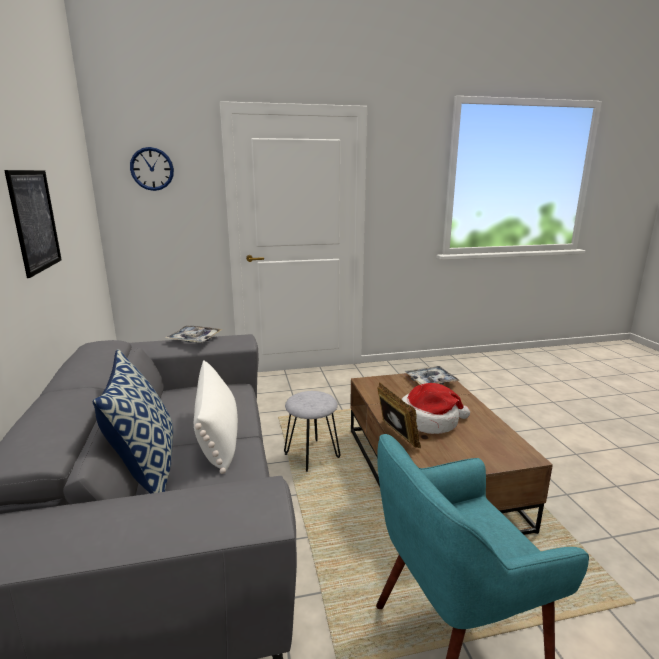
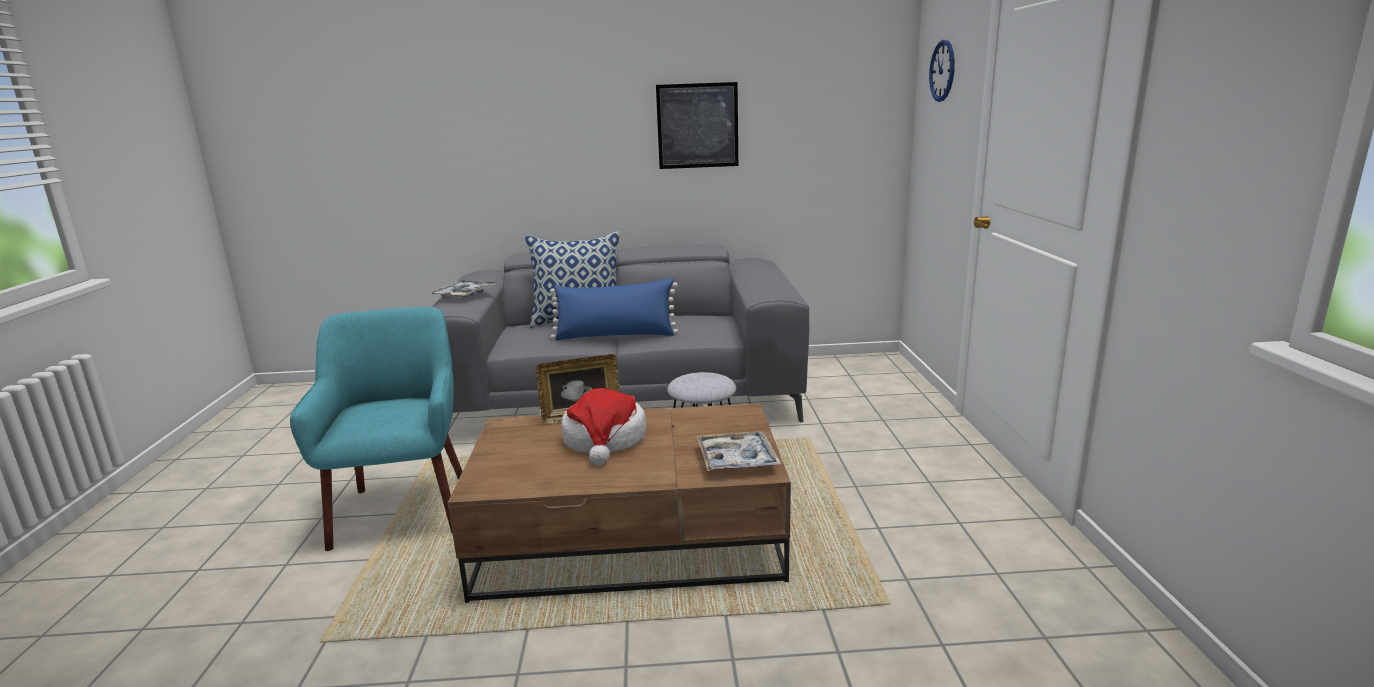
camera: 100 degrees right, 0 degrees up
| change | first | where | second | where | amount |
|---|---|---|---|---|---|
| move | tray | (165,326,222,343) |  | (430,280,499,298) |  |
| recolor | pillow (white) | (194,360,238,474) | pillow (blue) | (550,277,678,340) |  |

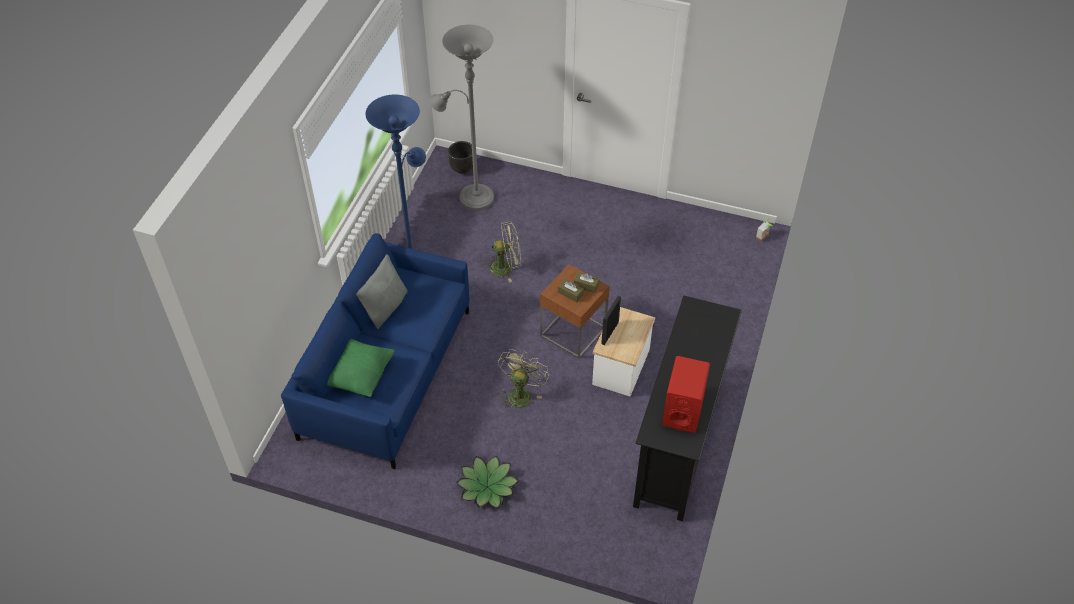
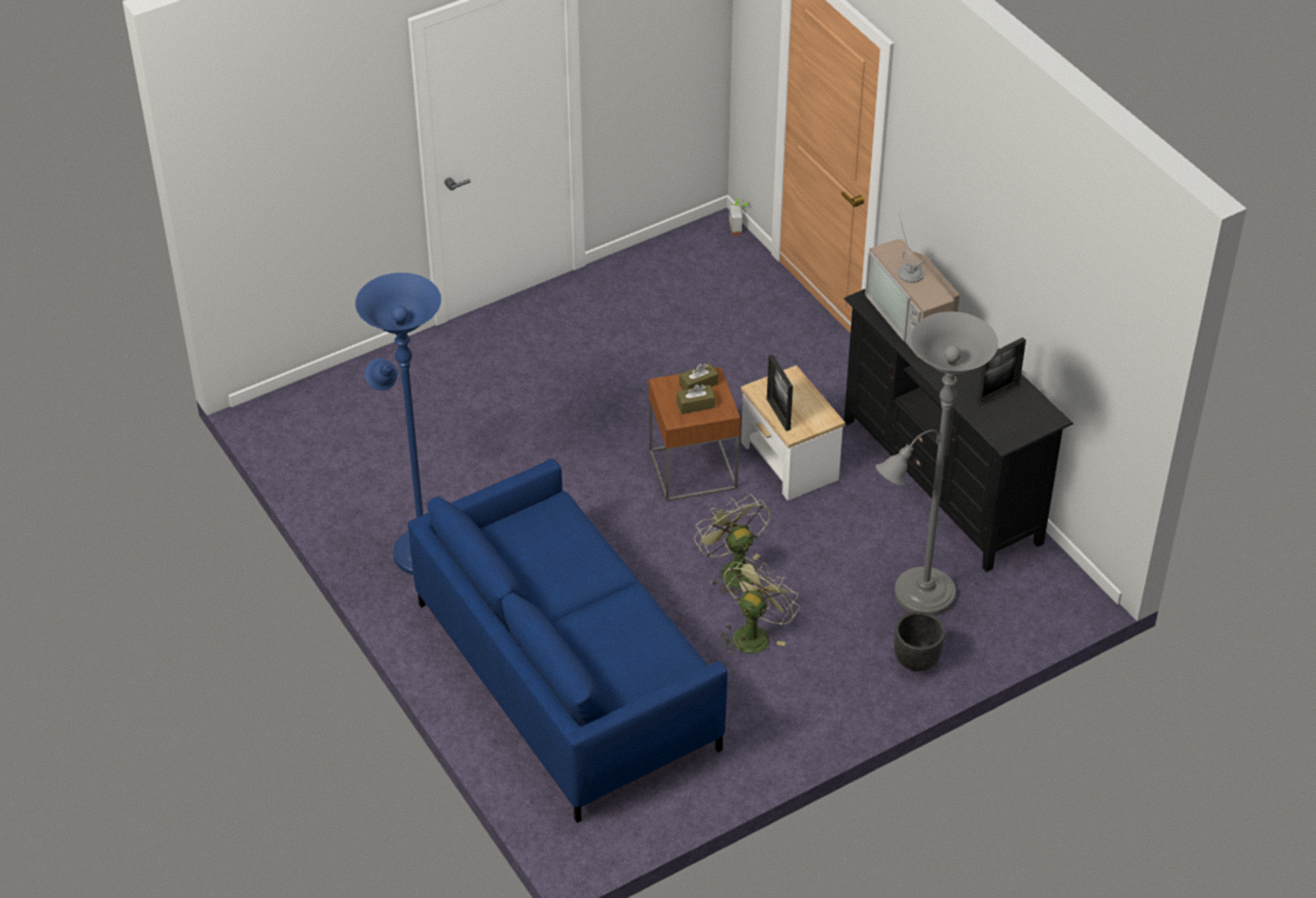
camera: 50 degrees left, 5 degrees down
| change | first | where | second | where | amount |
|---|---|---|---|---|---|
| move | fan (green) | (484,222,521,282) |  | (720,557,800,655) |  |
| insert |  |  | television | (865,213,960,358) |  |
| move | floor lamp (grey) | (430,25,494,211) |  | (876,312,998,616) |  |
| move | planter (black) | (448,141,473,174) |  | (894,612,945,671) |  |
| replace | speaker (red) | (662,356,710,433) | picture frame | (977,337,1026,406) |  |
| delete | pillow (green) | (327,339,395,397) |  |  |  |
| delete | pillow (grey) | (356,254,408,329) |  |  |  |
| delete | potted plant | (456,455,519,508) |  |  |  |

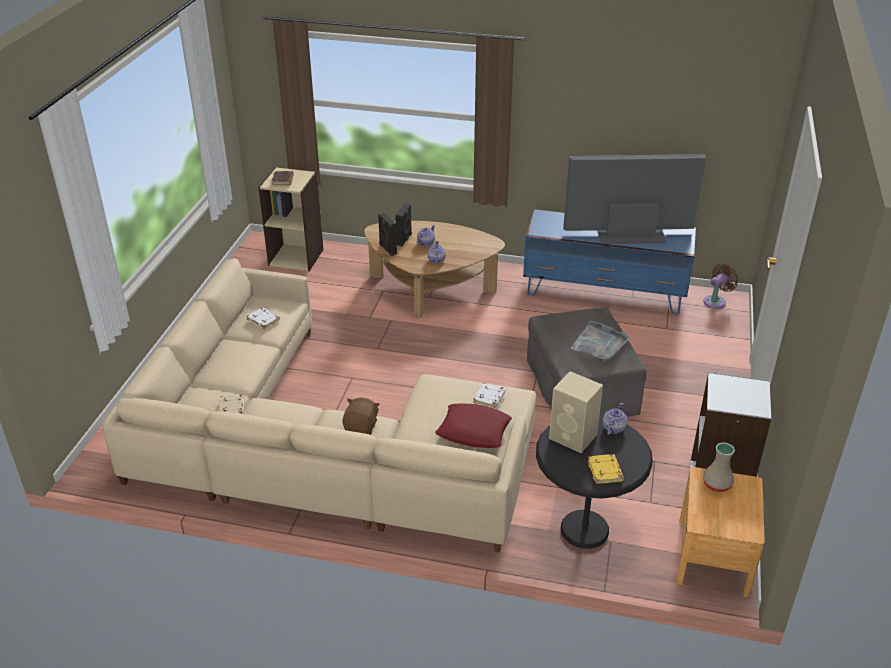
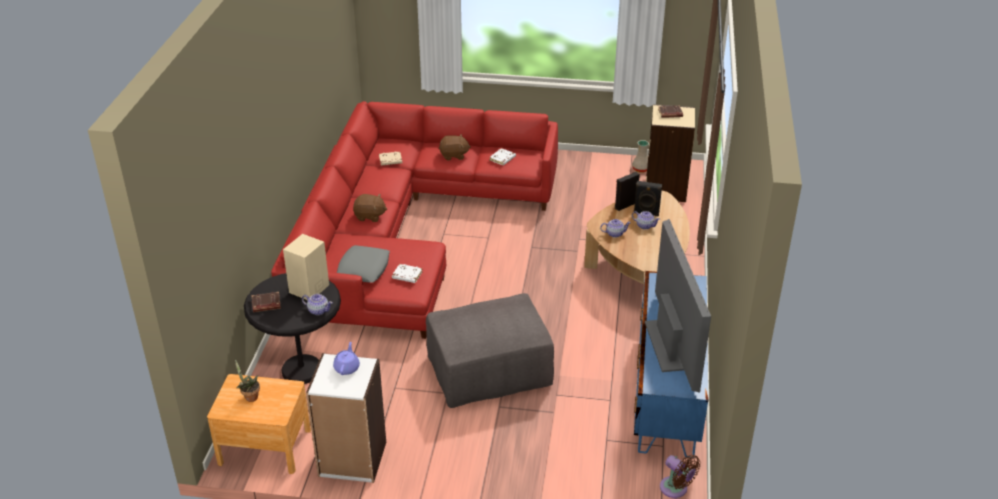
camera: 85 degrees right, 0 degrees up
| change | first | where | second | where | amount |
|---|---|---|---|---|---|
| insert |  |  | potted plant | (235,360,260,402) |  |
| recolor | book (yellow) | (587,454,624,484) | book (brown) | (252,292,281,312) |  |
| recolor | sofa (beige) | (103,258,536,553) | sofa (red) | (271,101,558,339) |  |
| insert |  |  | teapot (purple) | (333,342,360,375) |  |
| recolor | pillow (red) | (435,403,512,448) | pillow (grey) | (337,245,390,283) |  |
| insert |  |  | plush toy (brown) | (439,134,471,160) |  |
| move | vase (beige) | (703,442,735,492) |  | (632,140,649,173) |  |
| delete | tray (grey) | (571,320,629,362) |  |  |  |

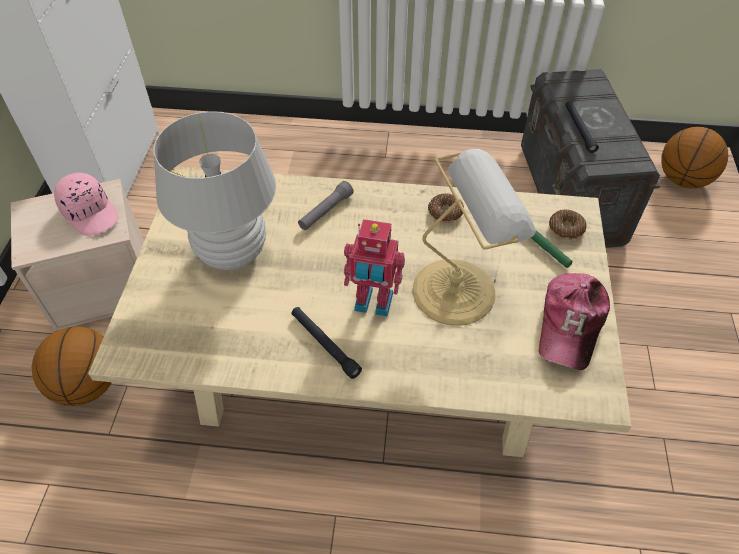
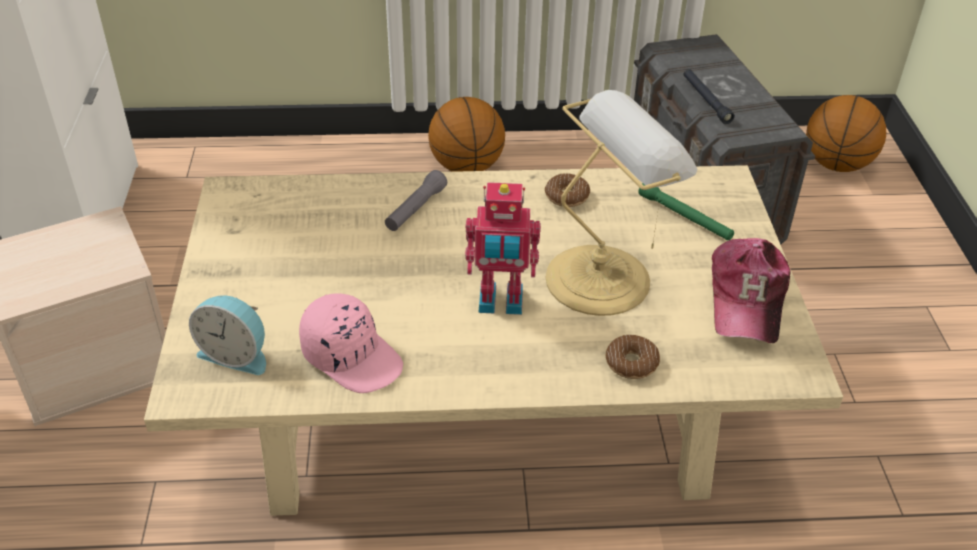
camera: 10 degrees left, 10 degrees down
| change | first | where | second | where | amount |
|---|---|---|---|---|---|
| insert |  |  | alarm clock | (189,295,266,375) |  |
| move | cap (pink) | (54,173,119,236) |  | (299,293,403,393) |  |
| move | basketball | (32,327,112,406) |  | (428,97,505,172) |  |
| move | donut | (549,209,586,240) |  | (606,334,660,379) |  |
| delete | table lamp (white) | (153,111,276,270) |  |  |  |
| delete | flashlight (black) | (292,307,362,379) |  |  |  |

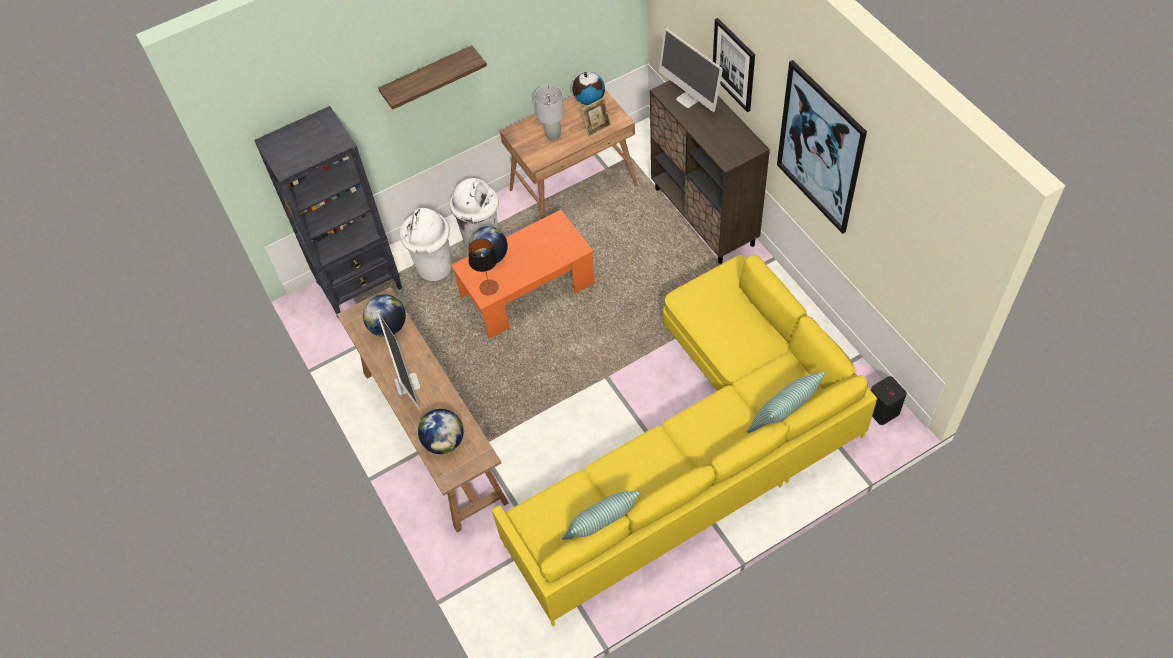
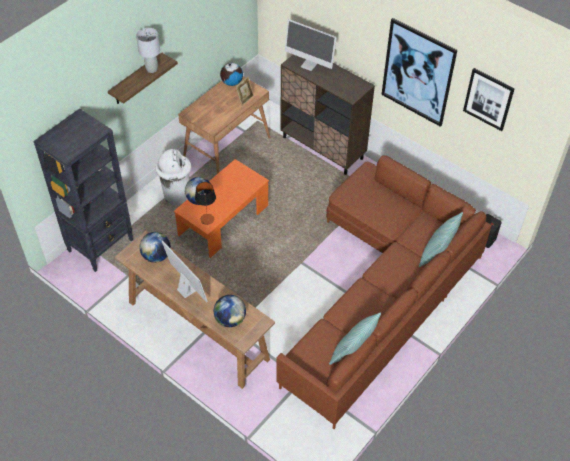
camera: 25 degrees left, 5 degrees down
| change | first | where | second | where | amount |
|---|---|---|---|---|---|
| move | table lamp (grey) | (535,85,564,140) |  | (136,28,160,73) |  |
| recolor | sofa (yellow) | (492,255,877,626) | sofa (brown) | (276,155,492,429) |  |
| move | picture | (713,18,755,112) |  | (463,68,515,131) |  |
| delete | trash can (white) | (400,208,452,281) |  |  |  |

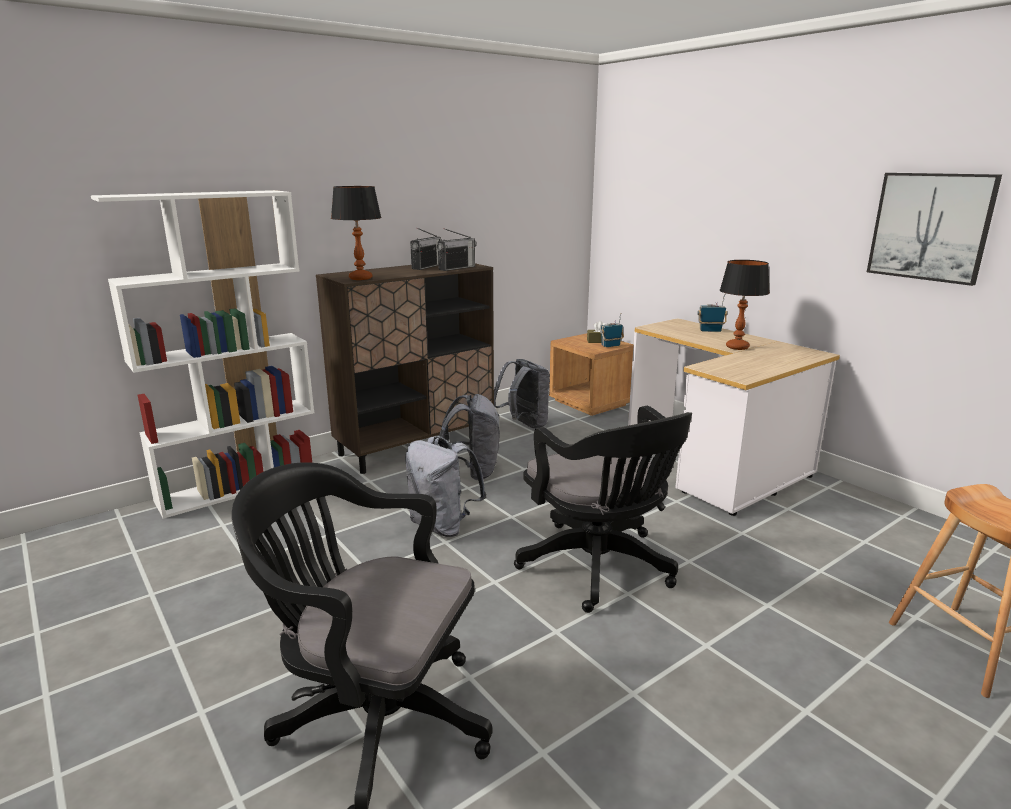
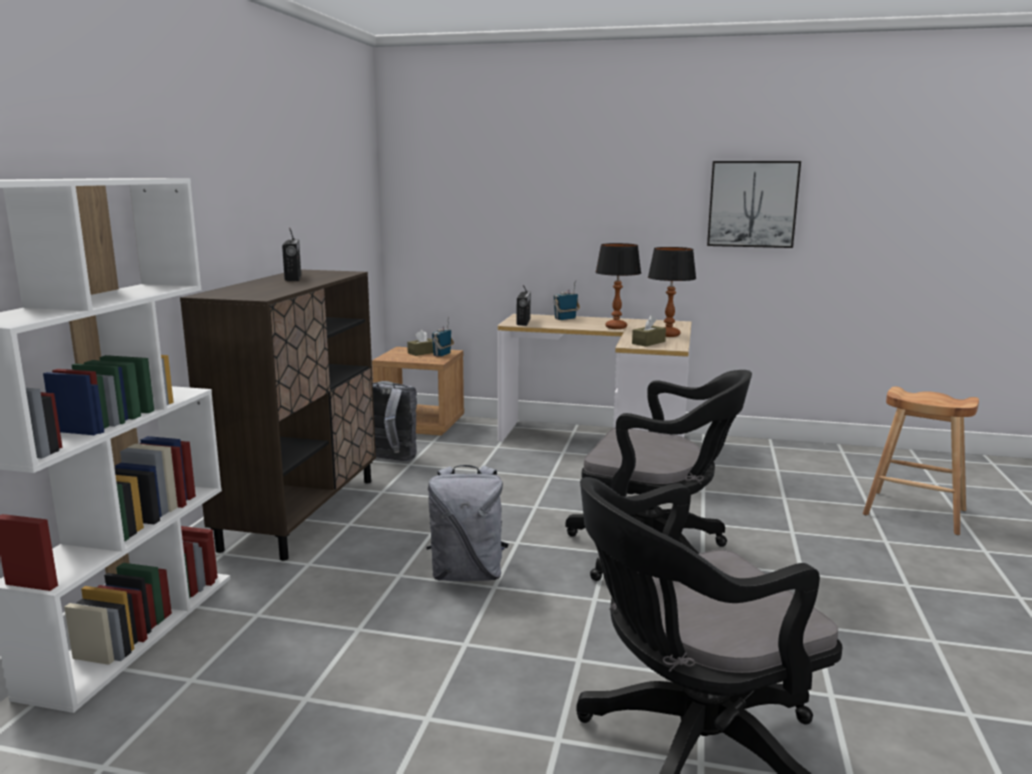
camera: 40 degrees left, 5 degrees down
| change | first | where | second | where | amount |
|---|---|---|---|---|---|
| move | radio | (437,229,477,271) |  | (517,285,531,326) |  |
| insert |  |  | tissue box (brown) | (632,315,666,346) |  |
| move | table lamp | (331,186,381,280) |  | (648,247,696,337) |  |
| delete | backpack (grey) | (439,394,500,480) |  |  |  |

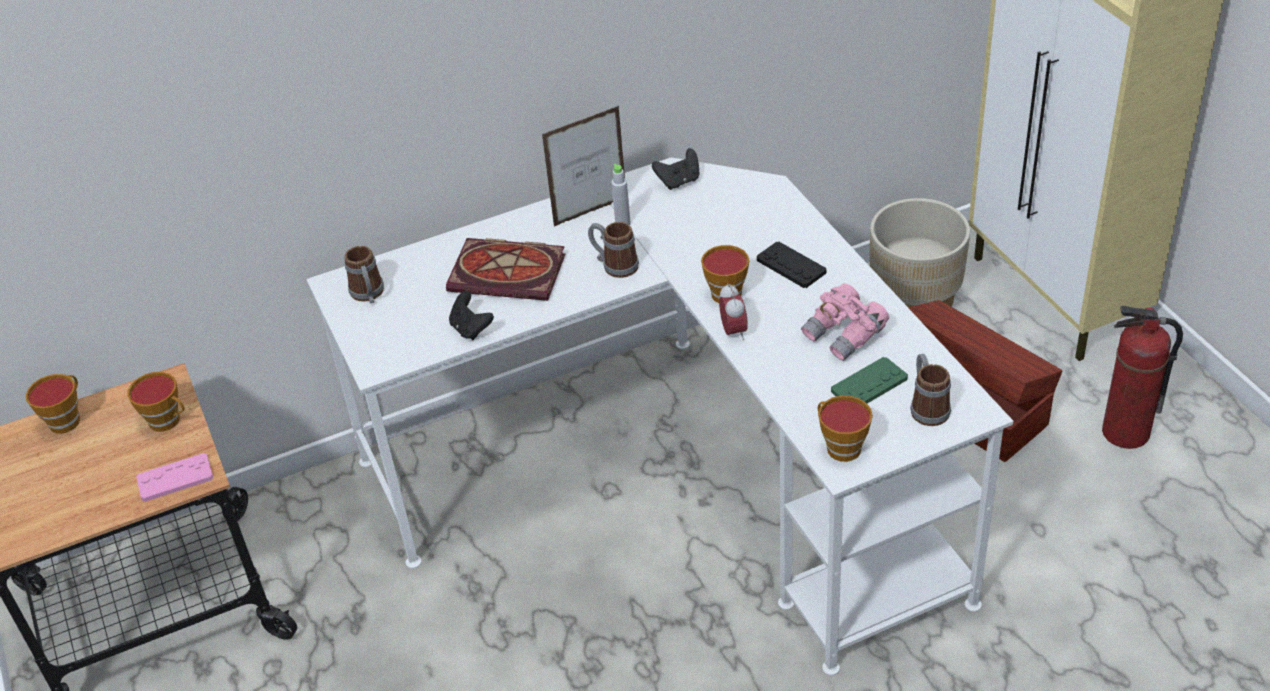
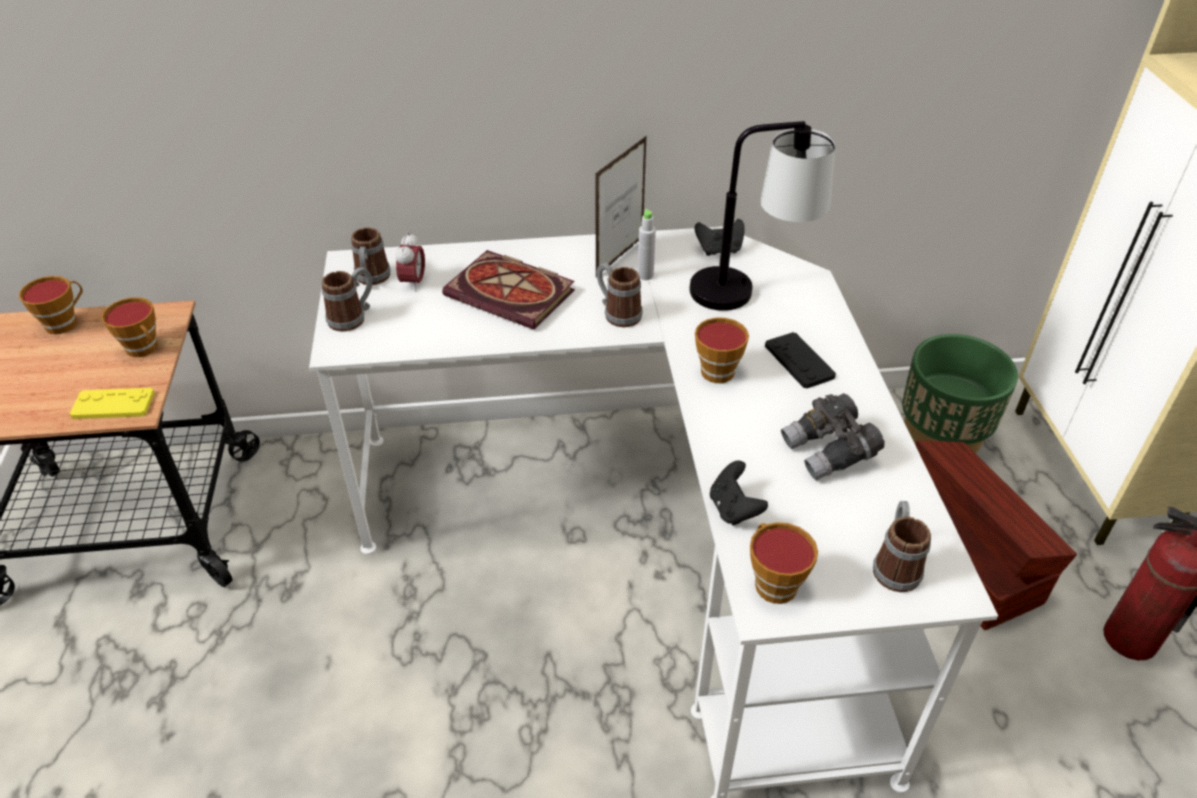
camera: 15 degrees right, 0 degrees up
| change | first | where | second | where | amount |
|---|---|---|---|---|---|
| recolor | game controller (pink) | (136,453,213,502) | game controller (yellow) | (70,388,155,419) |  |
| insert |  |  | mug | (322,267,372,332) |  |
| move | alarm clock | (719,283,748,341) |  | (396,232,425,292) |  |
| rotate | picture frame | (542,106,625,226) |  | (595,135,647,277) | 45 degrees counterclockwise |
| insert |  |  | table lamp | (689,121,836,311) |  |
| move | game controller (black) | (449,291,494,340) |  | (710,460,768,526) |  |
| recolor | binoculars (pink) | (801,283,889,361) | binoculars (grey) | (781,393,884,480) |  |
| recolor | planter (beige) | (870,198,970,307) | planter (green) | (902,334,1018,454) |  |
| delete | game controller (green) | (831,357,908,403) |  |  |  |

